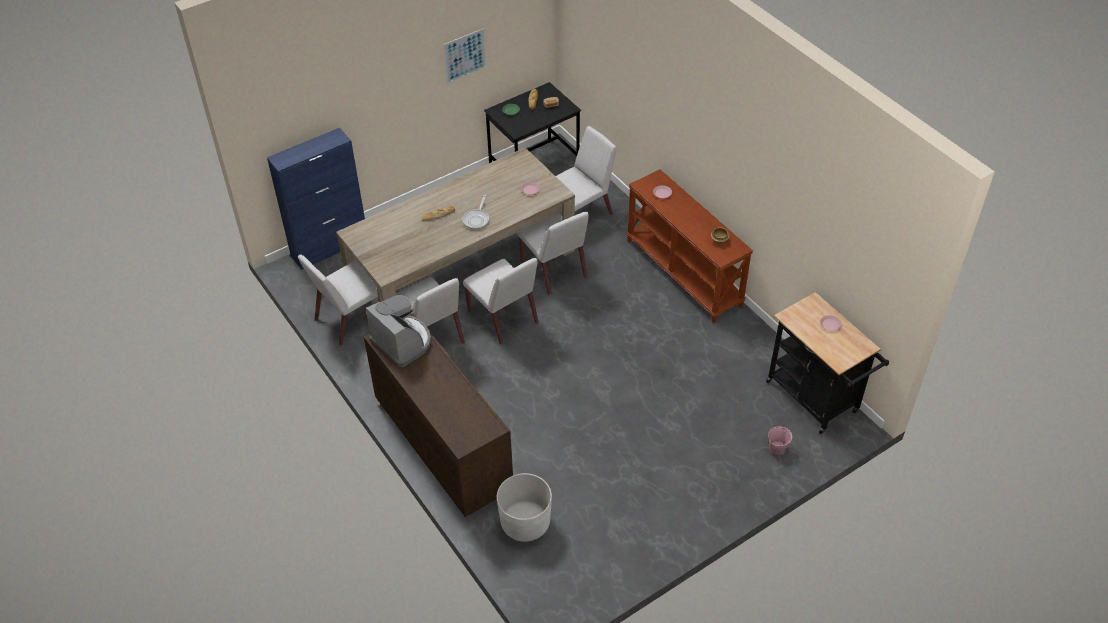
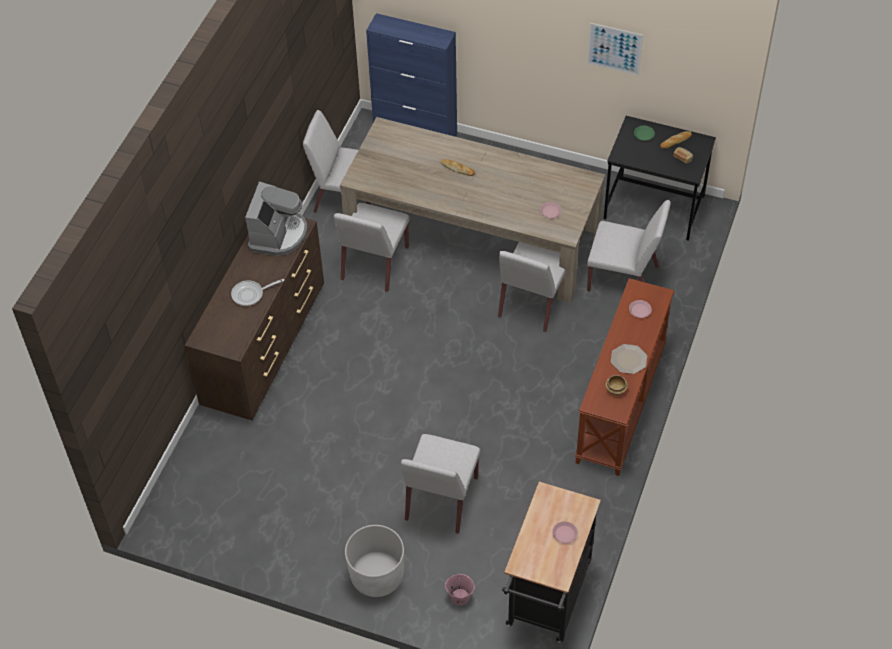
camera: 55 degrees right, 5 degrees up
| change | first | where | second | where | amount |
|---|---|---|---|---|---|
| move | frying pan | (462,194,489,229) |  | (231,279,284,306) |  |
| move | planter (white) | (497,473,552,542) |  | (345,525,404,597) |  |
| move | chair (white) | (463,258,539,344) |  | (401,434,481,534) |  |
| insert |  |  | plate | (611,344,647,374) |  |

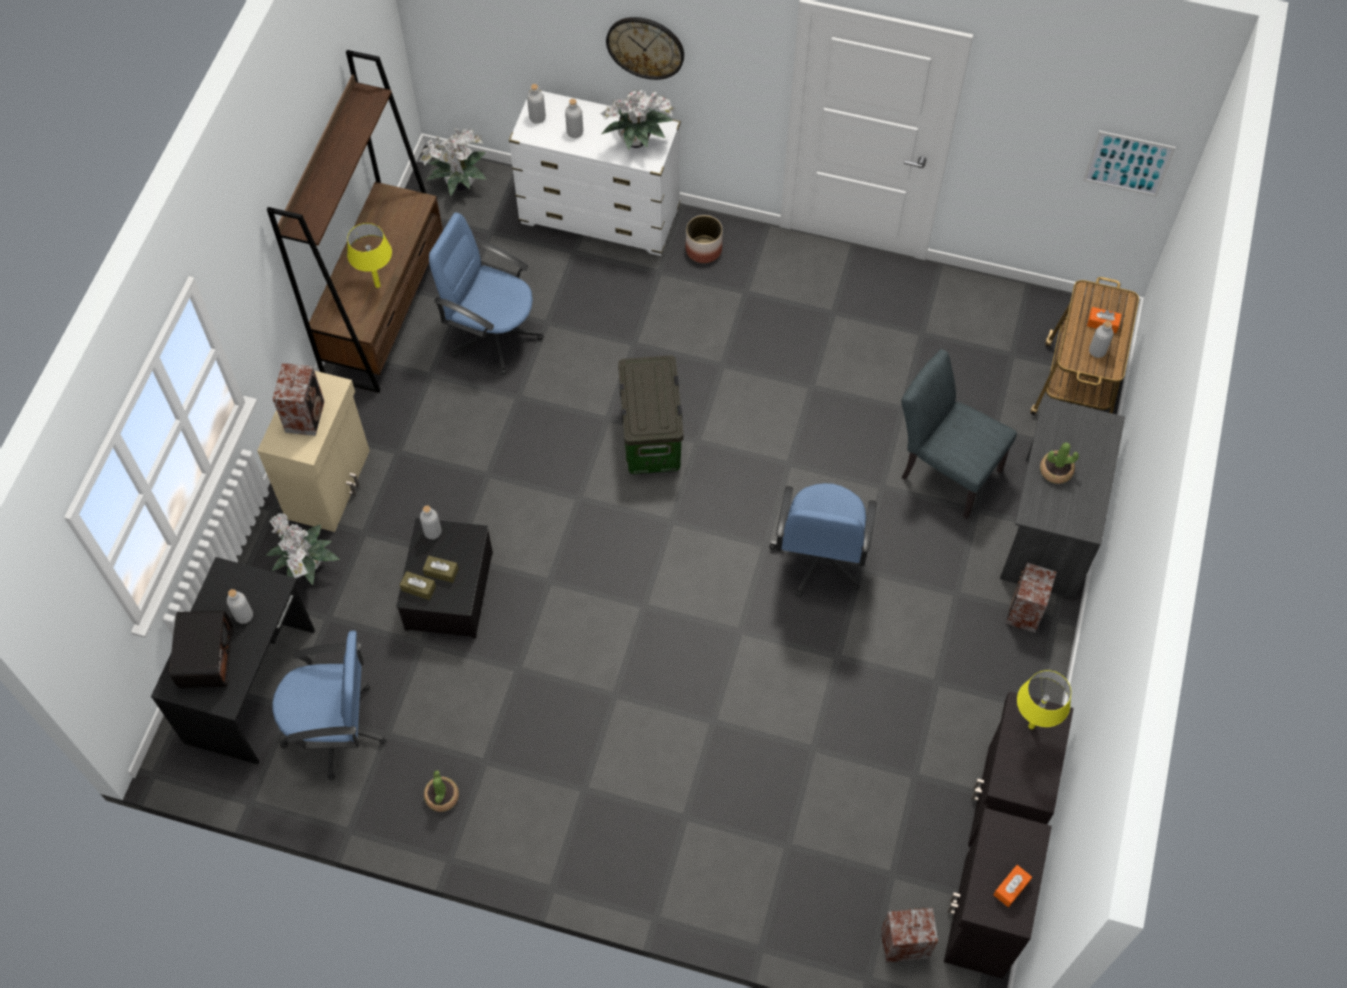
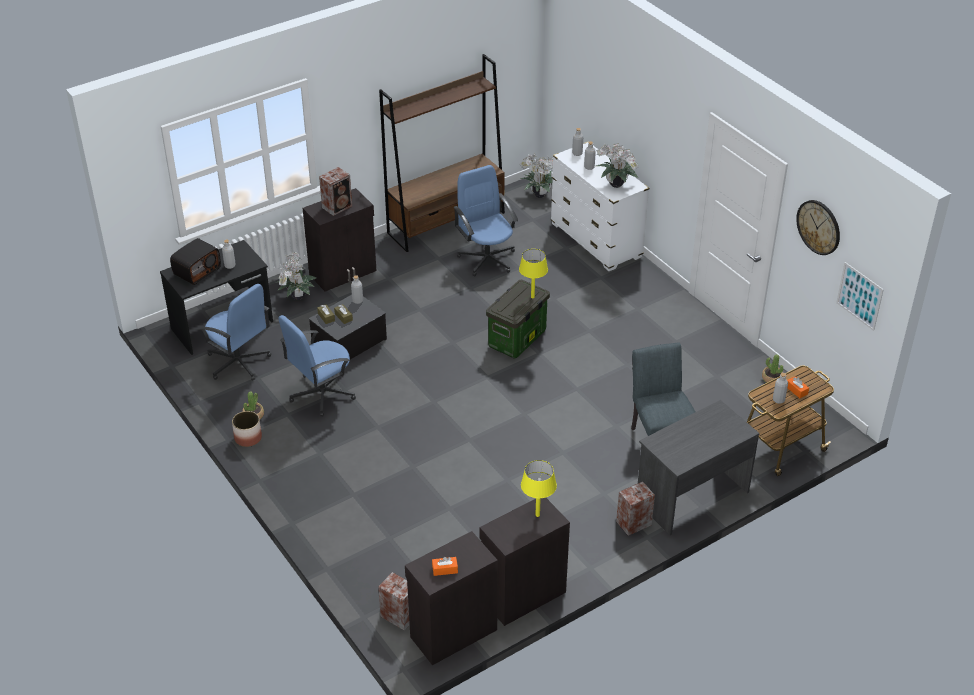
camera: 40 degrees right, 20 degrees down
| change | first | where | second | where | amount |
|---|---|---|---|---|---|
| move | planter | (686,215,723,263) |  | (232,411,262,447) |  |
| move | office chair (blue) | (769,483,877,597) |  | (278,315,356,417) |  |
| recolor | cabinet (beige) | (257,371,370,532) | cabinet (black) | (303,188,377,291) |  |
| move | table lamp (yellow) | (347,223,392,288) |  | (519,249,548,298) |  |
| move | potted plant | (1040,442,1079,484) |  | (762,354,783,383) |  |
| move | wall clock | (606,17,684,80) |  | (796,200,840,255) |  |

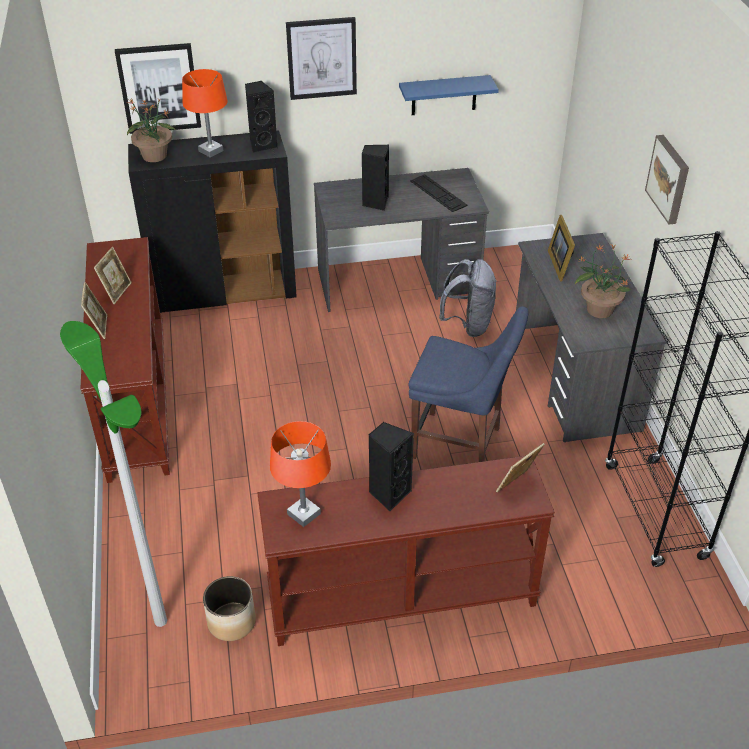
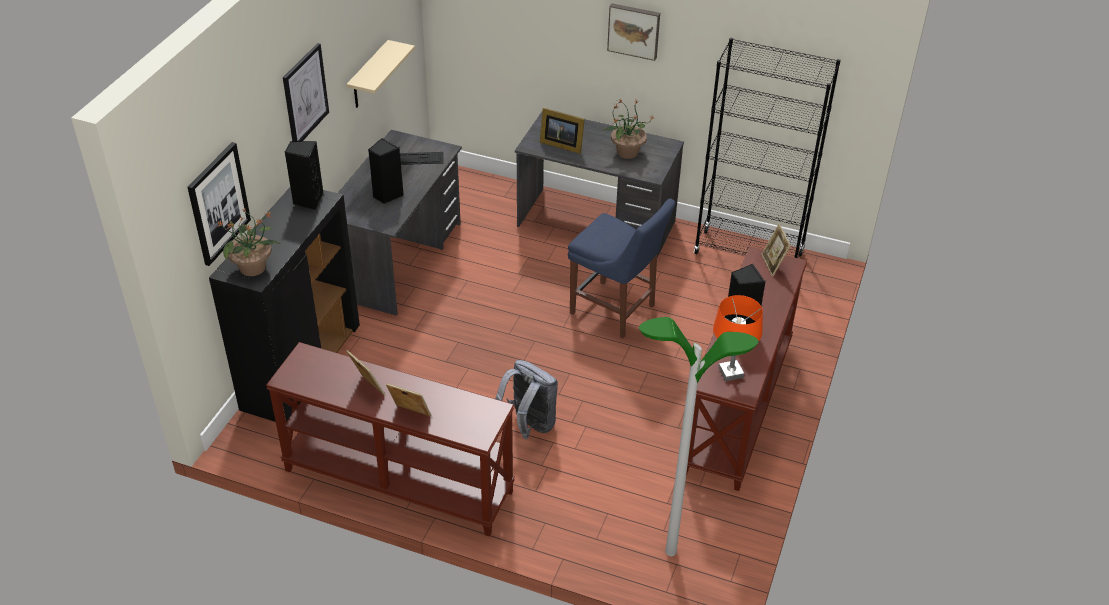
camera: 60 degrees left, 0 degrees up
| change | first | where | second | where | amount |
|---|---|---|---|---|---|
| recolor | shelf (blue) | (399,75,499,115) | shelf (beige) | (347,40,415,108) |  |
| move | backpack (grey) | (439,259,497,337) |  | (495,360,558,439) |  |
| rotate | chair (blue) | (409,306,529,462) |  | (568,199,675,338) | 75 degrees clockwise |
| delete | table lamp (orange) | (182,69,227,157) |  |  |  |
| delete | planter | (203,576,256,641) |  |  |  |

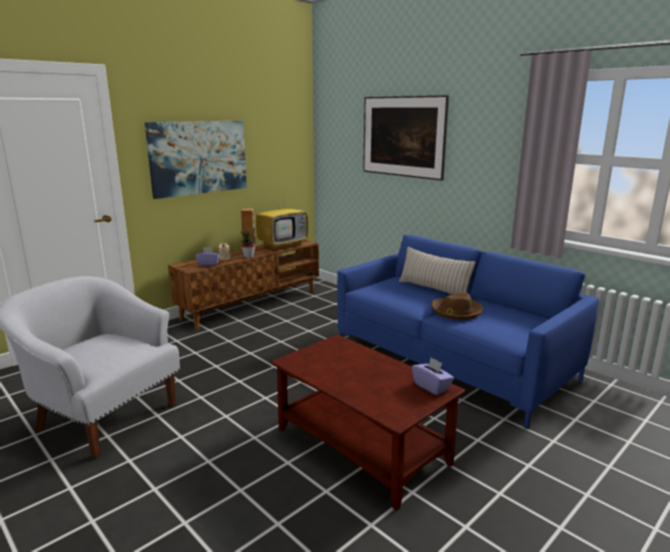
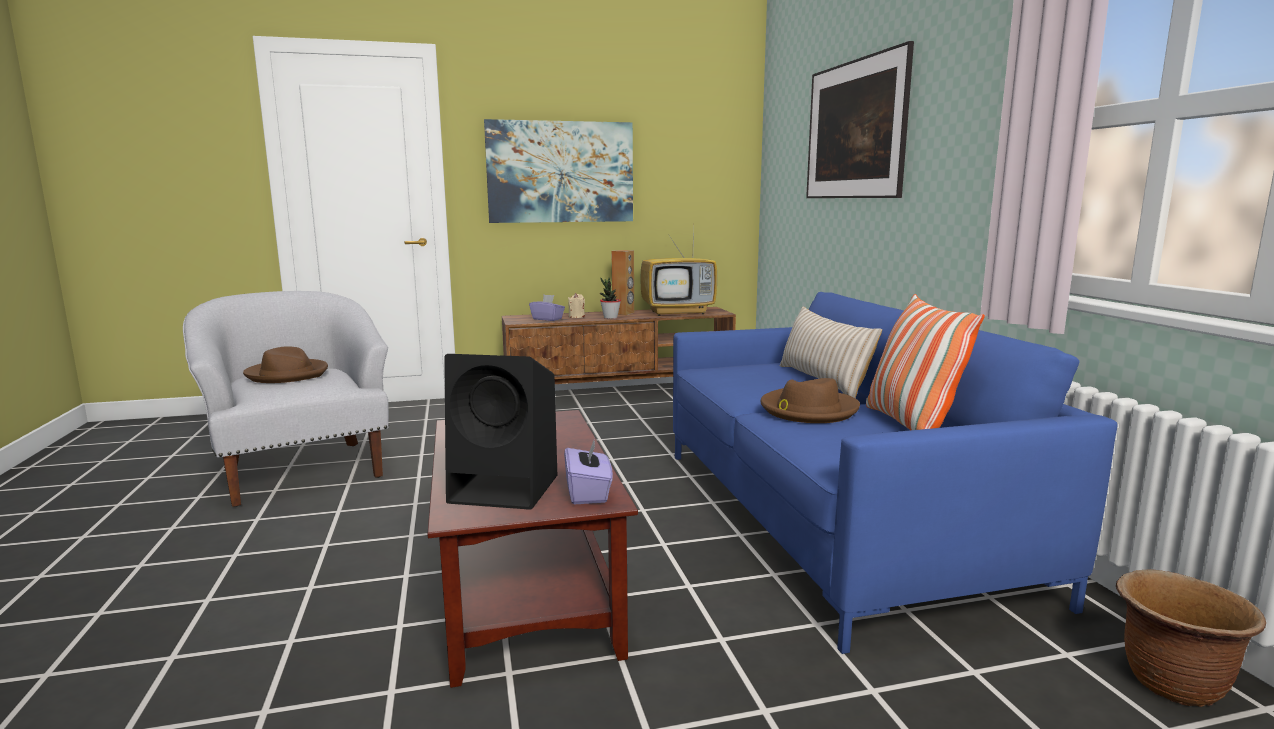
camera: 30 degrees right, 5 degrees down
| change | first | where | second | where | amount |
|---|---|---|---|---|---|
| insert |  |  | hat (brown) | (243,346,328,383) |  |
| insert |  |  | speaker (black) | (444,354,557,510) |  |
| insert |  |  | pillow | (866,294,985,430) |  |
| insert |  |  | planter (brown) | (1116,569,1266,707) |  |

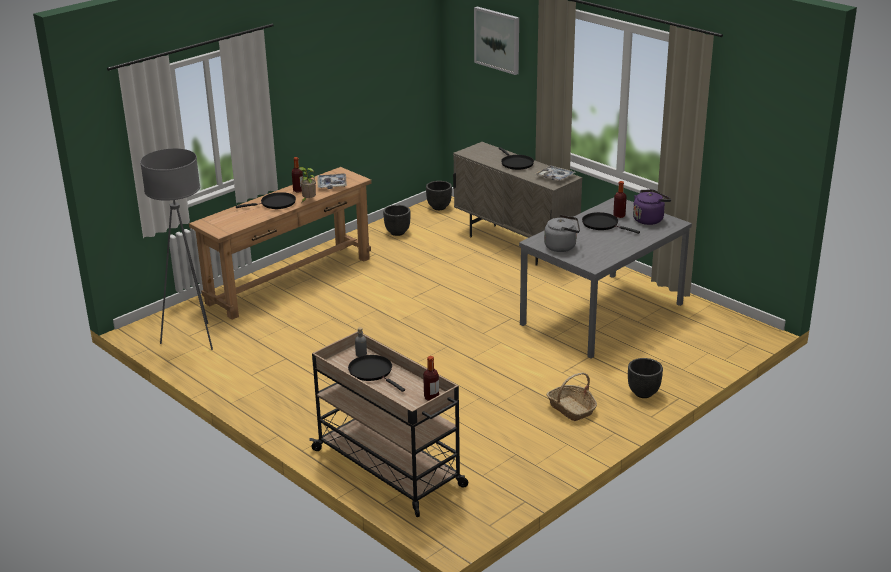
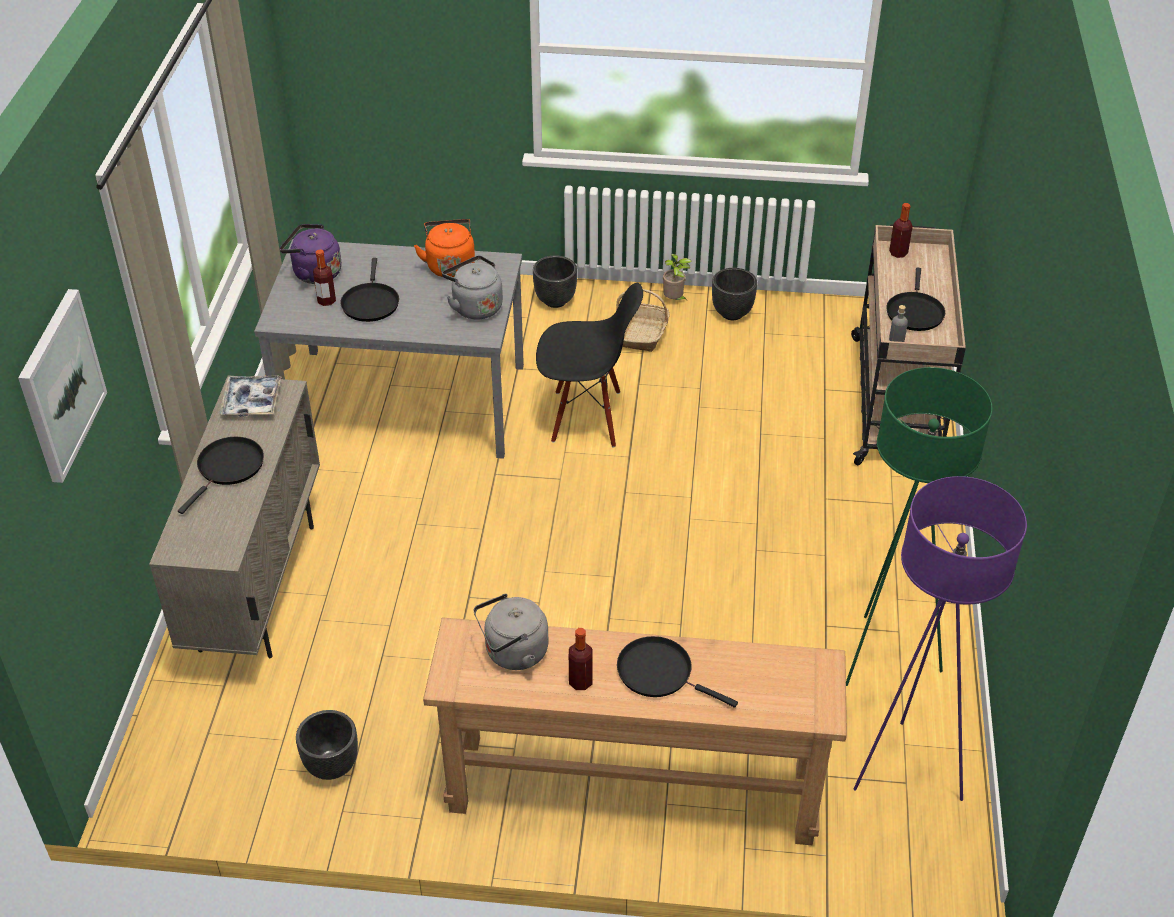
camera: 130 degrees left, 15 degrees up
| change | first | where | second | where | amount |
|---|---|---|---|---|---|
| insert |  |  | kettle (orange) | (414,219,475,277) |  |
| replace | tray | (318,173,347,189) | kettle (grey) | (473,594,548,670) |  |
| insert |  |  | chair (black) | (536,283,643,448) |  |
| move | potted plant | (298,167,316,202) |  | (663,254,692,300) |  |
| move | planter (black) | (426,181,452,210) |  | (712,268,757,320) |  |
| insert |  |  | floor lamp (green) | (846,367,993,686) |  |
| recolor | floor lamp (grey) | (140,148,213,350) | floor lamp (purple) | (853,476,1027,801) |  |

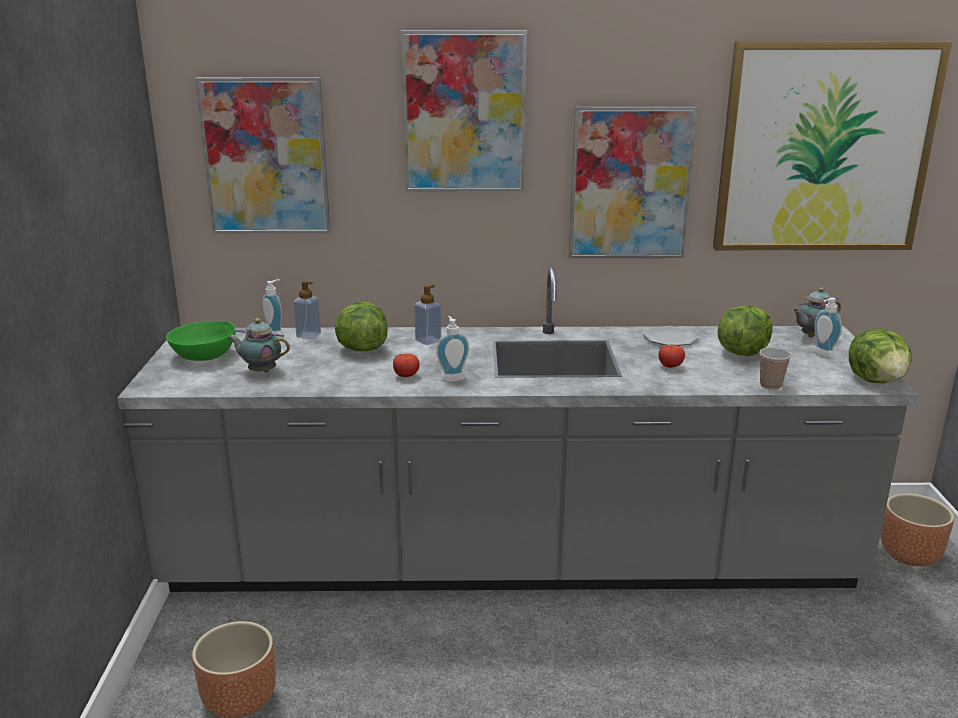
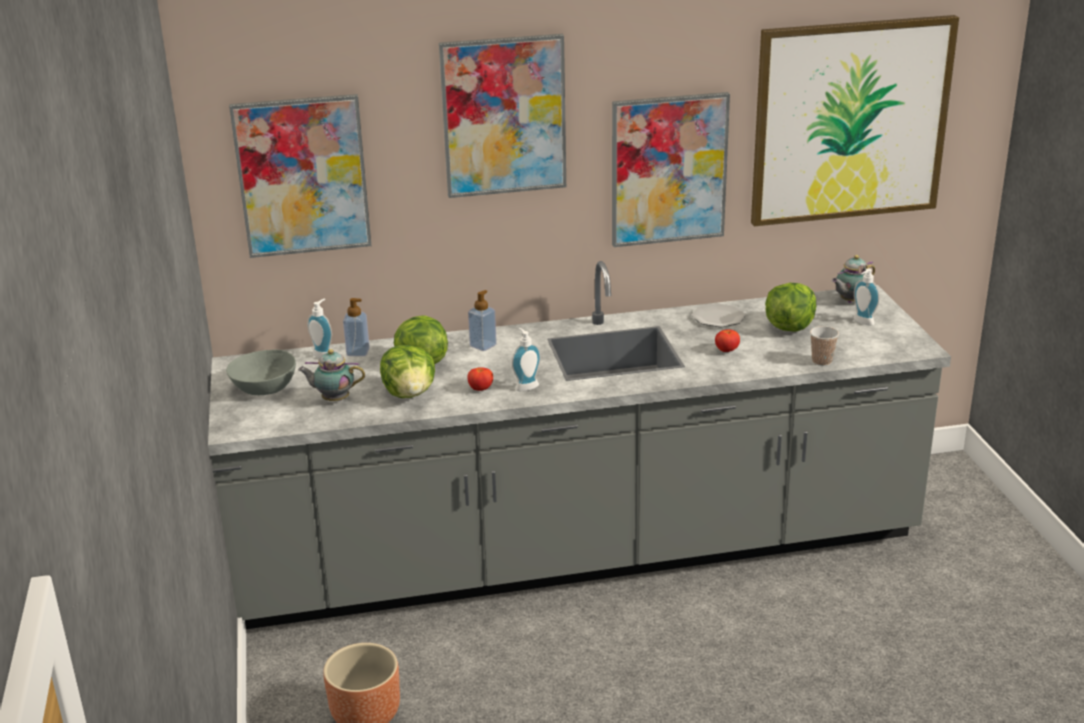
camera: 10 degrees left, 5 degrees up
| change | first | where | second | where | amount |
|---|---|---|---|---|---|
| recolor | bowl (green) | (166,321,235,361) | bowl (grey) | (226,350,296,395) |  |
| move | lettuce | (849,329,912,383) |  | (380,345,435,398) |  |
| delete | planter (brown) | (881,493,954,566) |  |  |  |

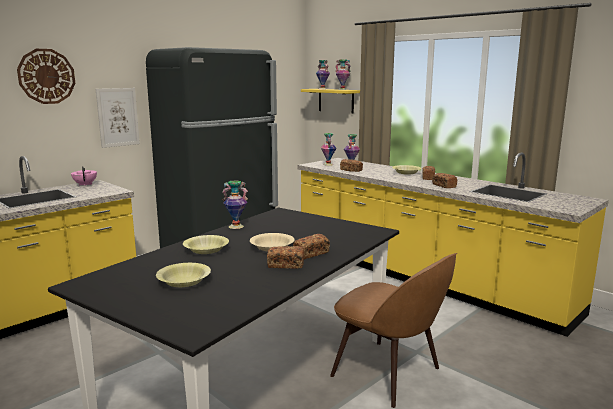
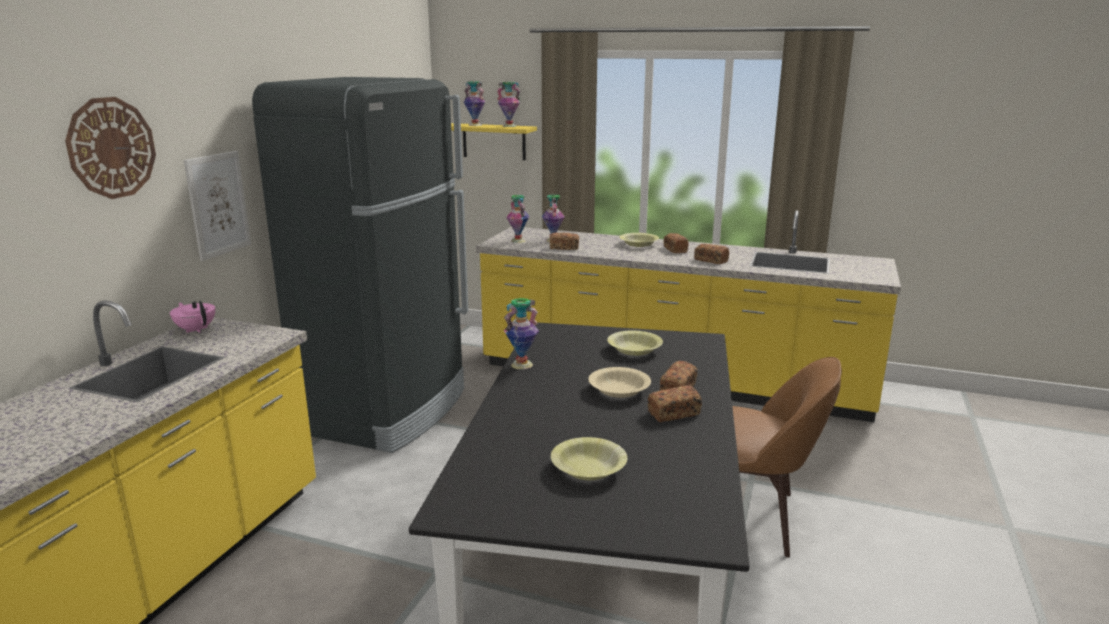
camera: 25 degrees left, 5 degrees up
| change | first | where | second | where | amount |
|---|---|---|---|---|---|
| move | bowl (yellow) | (183,235,229,254) |  | (607,330,663,356) |  |

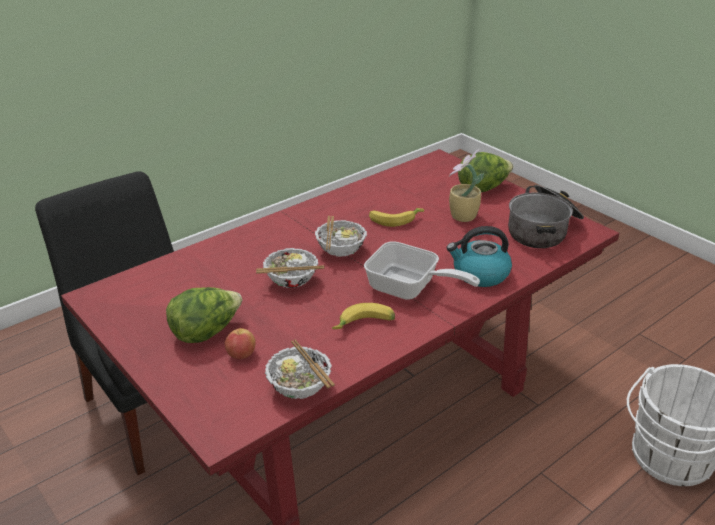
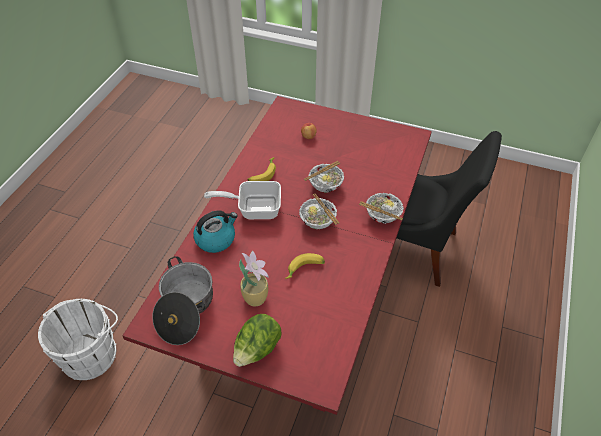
camera: 150 degrees right, 15 degrees up
| change | first | where | second | where | amount |
|---|---|---|---|---|---|
| move | bowl | (265,340,335,399) |  | (359,193,404,224) |  |
| delete | lettuce | (166,287,242,343) |  |  |  |

